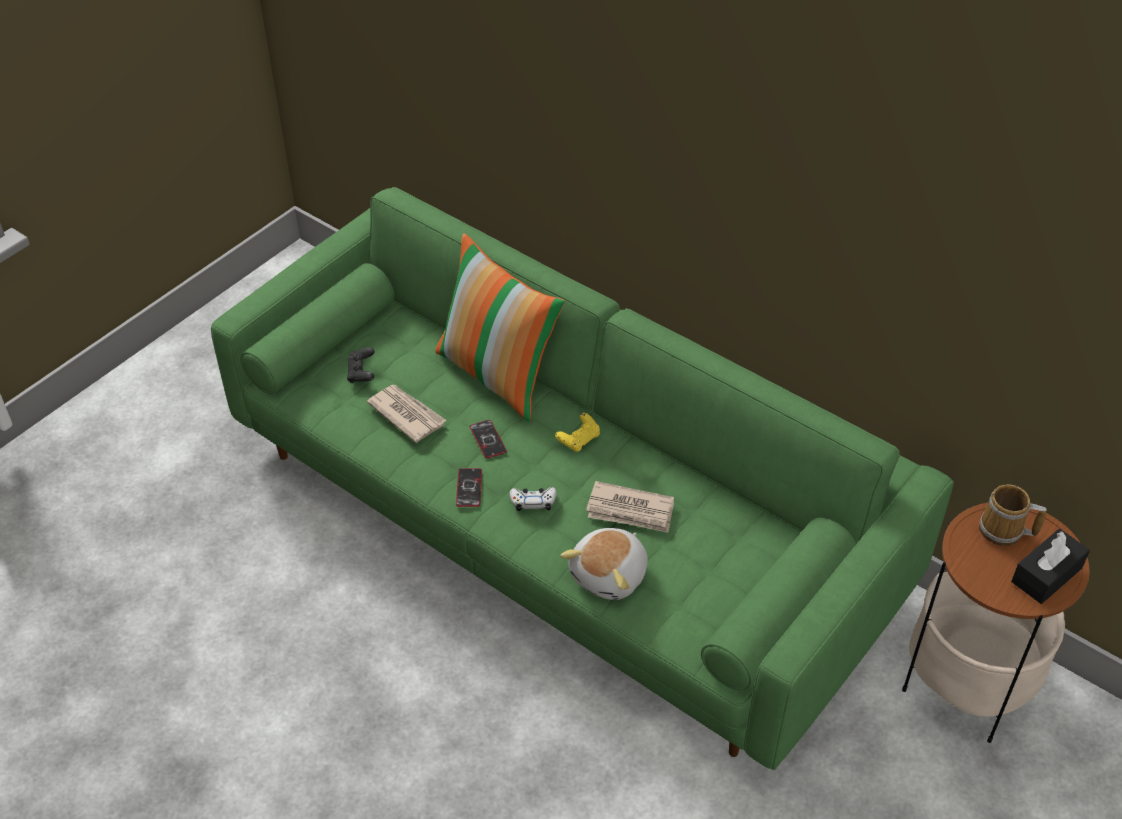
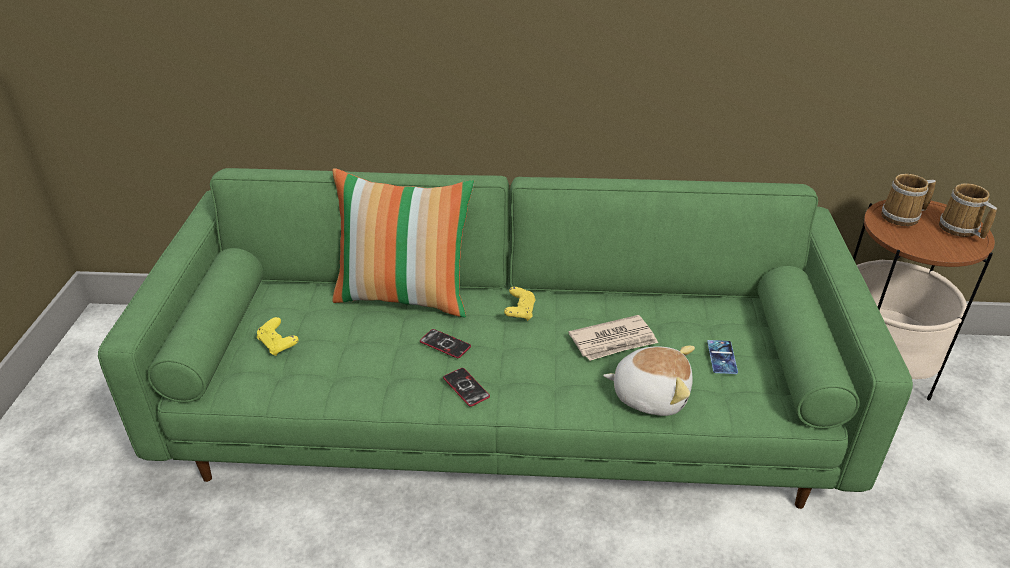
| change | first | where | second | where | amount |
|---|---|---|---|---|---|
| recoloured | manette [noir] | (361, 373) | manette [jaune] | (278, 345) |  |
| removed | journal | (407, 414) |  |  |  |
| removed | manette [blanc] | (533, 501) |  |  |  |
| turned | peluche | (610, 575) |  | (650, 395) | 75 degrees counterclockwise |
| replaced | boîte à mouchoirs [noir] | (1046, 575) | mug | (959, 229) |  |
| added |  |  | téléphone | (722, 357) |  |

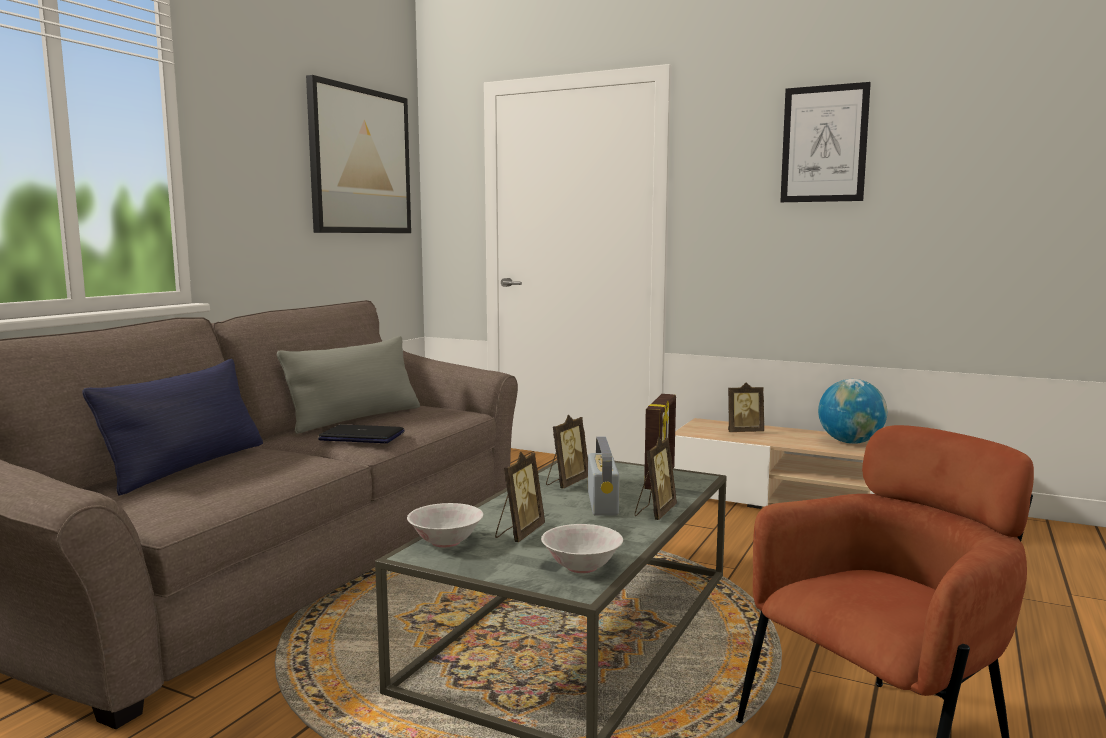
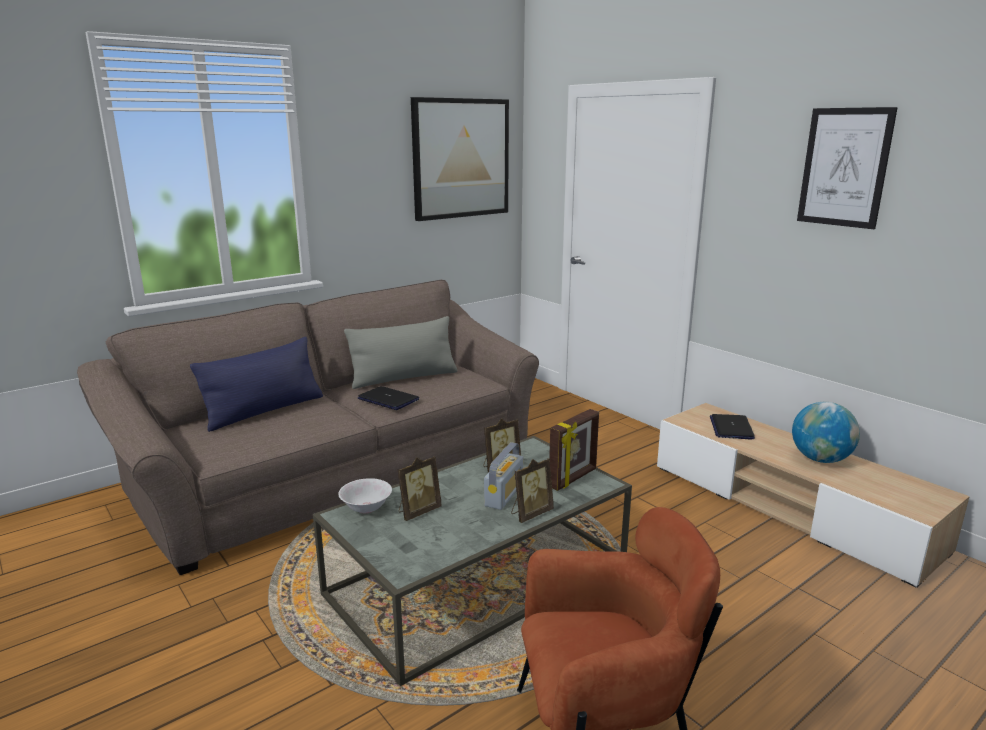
| change | first | where | second | where | amount |
|---|---|---|---|---|---|
| removed | bol [blanc] | (582, 567) |  |  |  |
| replaced | cadre photo | (743, 432) | ordinateur portable | (731, 428) |  |

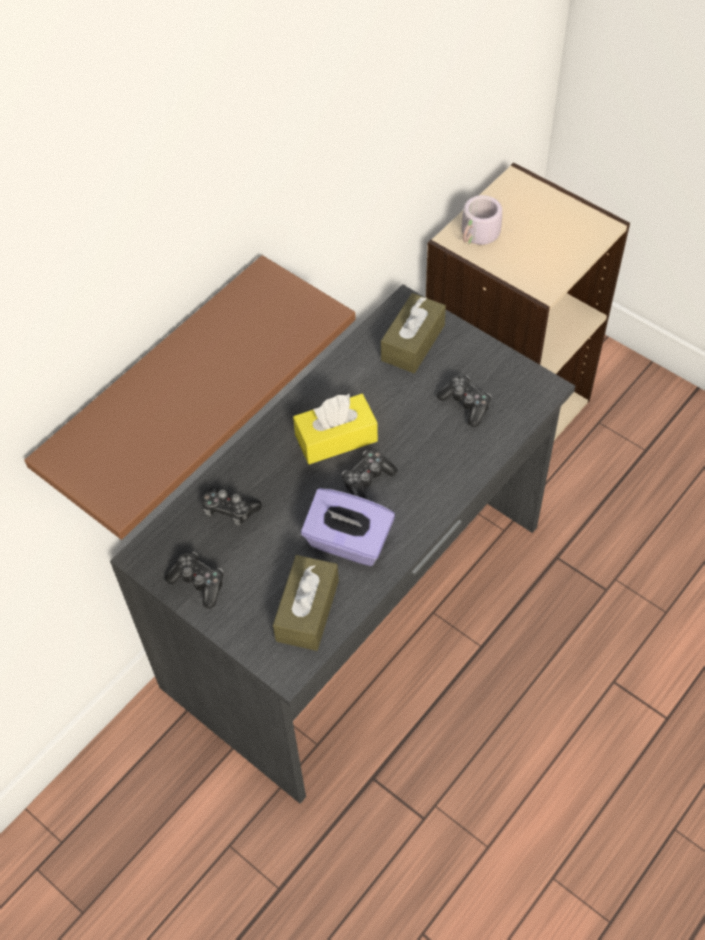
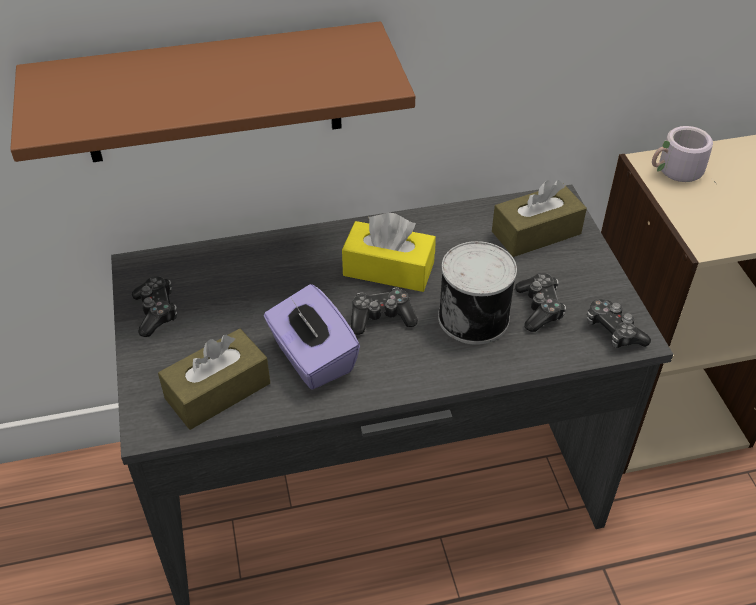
| change | first | where | second | where | amount |
|---|---|---|---|---|---|
| moved | manette | (229, 510) |  | (613, 331) |  |
| added |  |  | boîte métallique | (475, 317) |  |

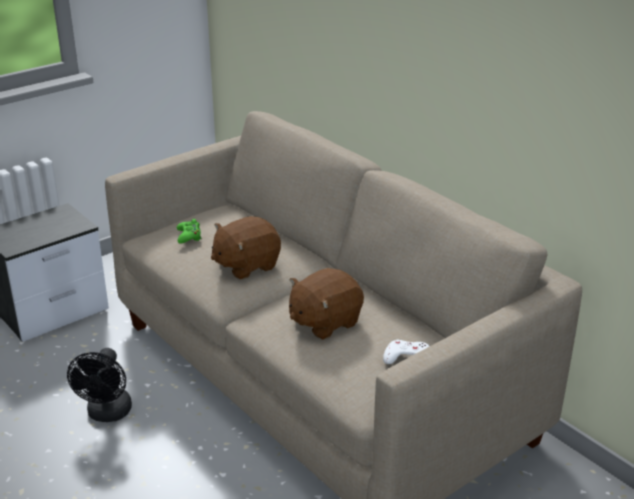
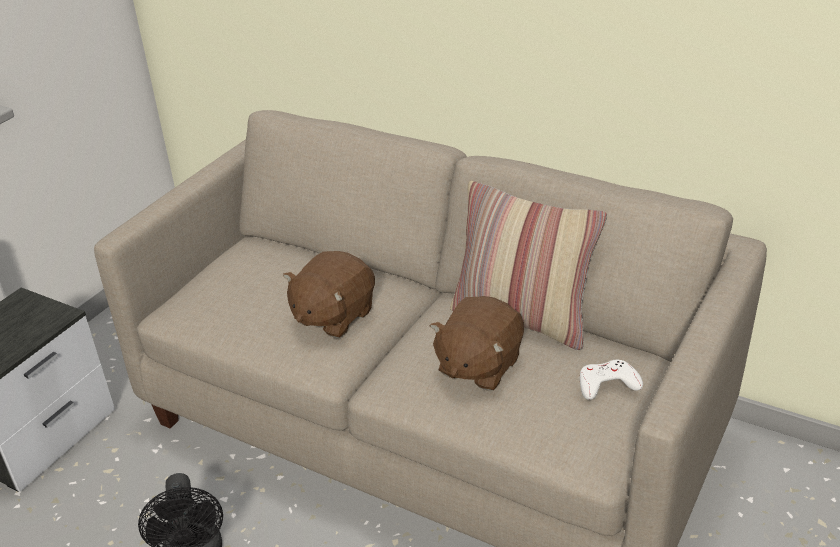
| change | first | where | second | where | amount |
|---|---|---|---|---|---|
| removed | manette [vert] | (189, 236) |  |  |  |
| added |  |  | coussin | (522, 318) |  |

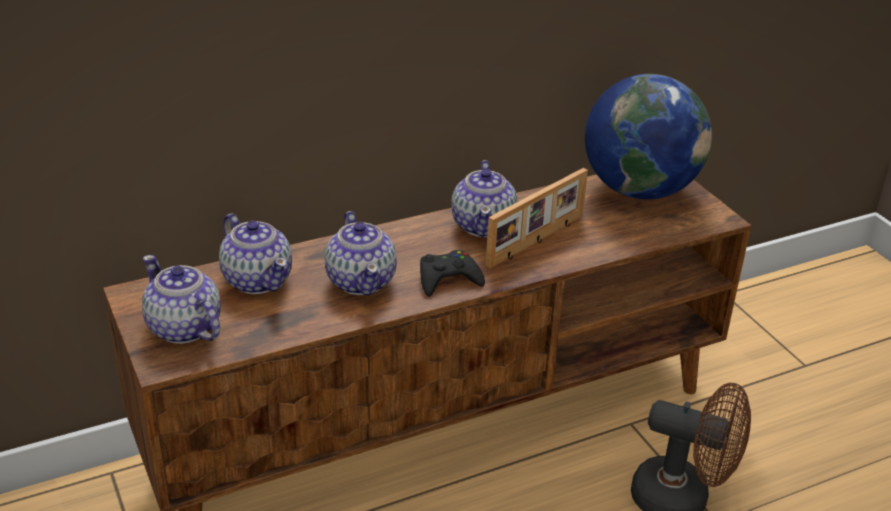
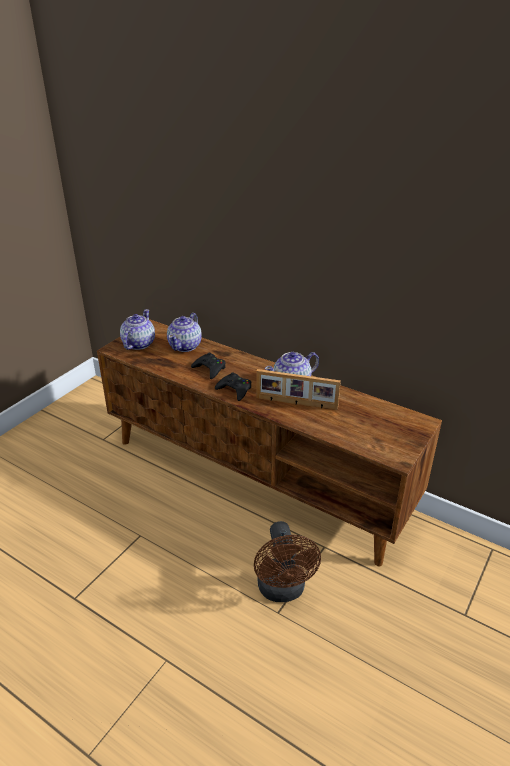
| change | first | where | second | where | amount |
|---|---|---|---|---|---|
| replaced | théière | (361, 281) | manette [noir] | (210, 369) |  |
| removed | globe | (639, 190) |  |  |  |

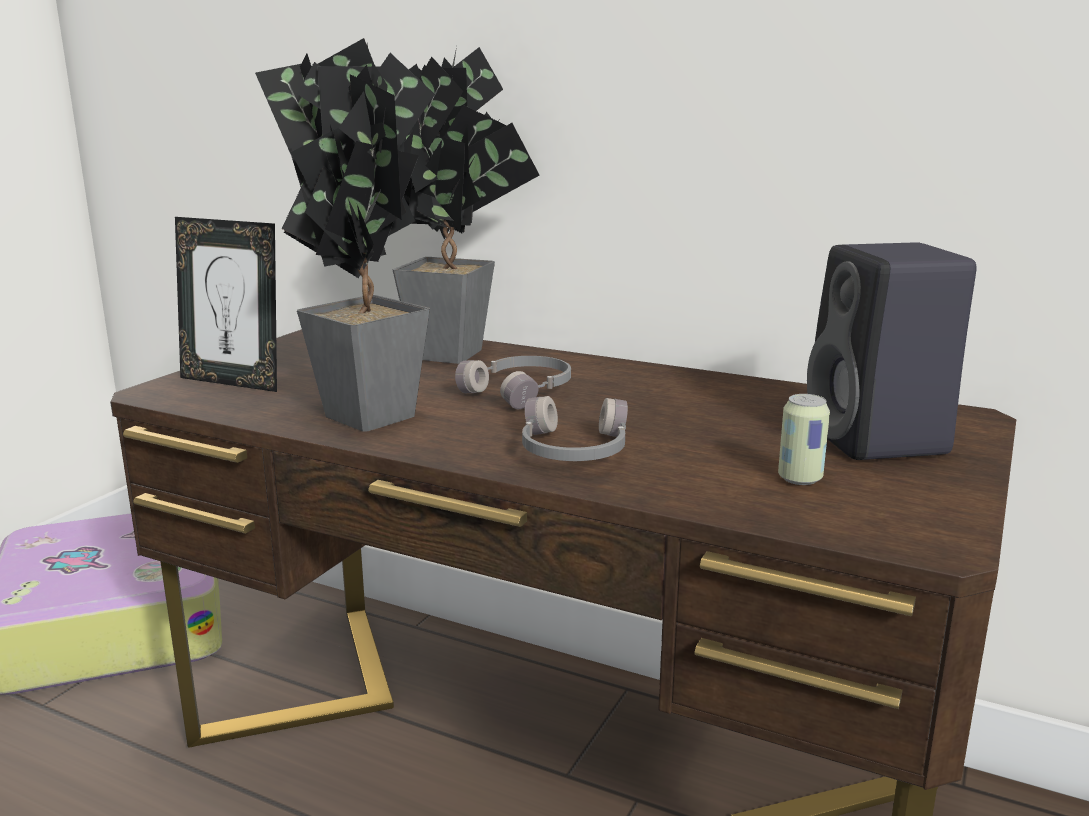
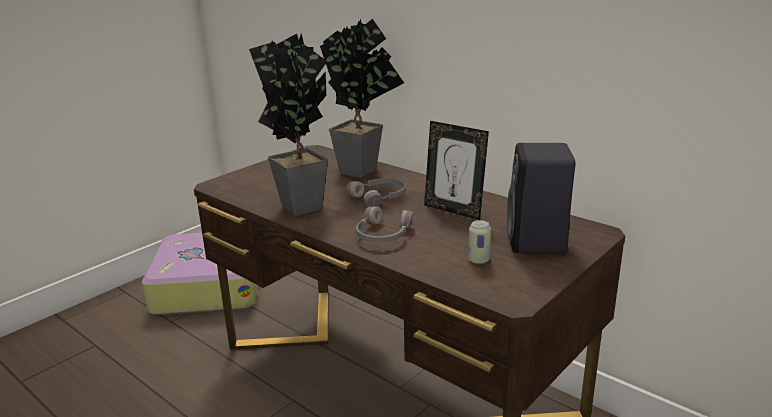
| change | first | where | second | where | amount |
|---|---|---|---|---|---|
| moved | cadre photo | (234, 382) |  | (454, 210) |  |

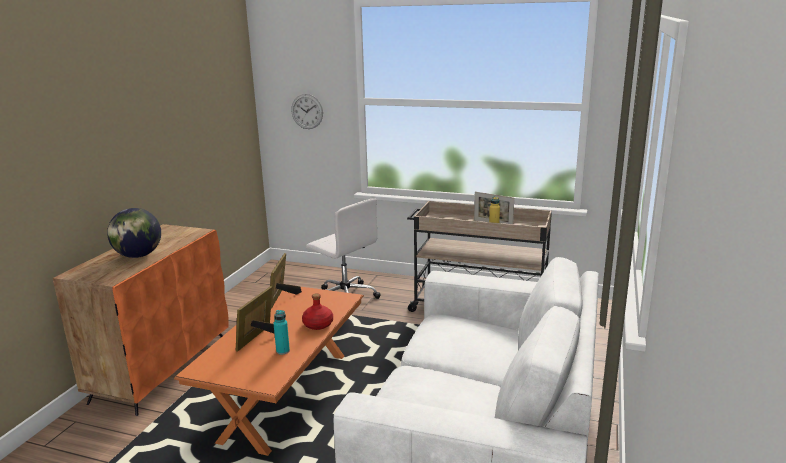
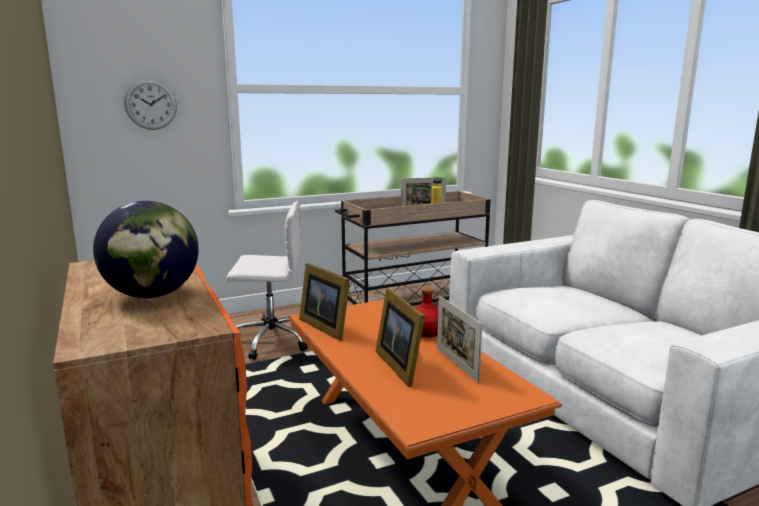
| change | first | where | second | where | amount |
|---|---|---|---|---|---|
| replaced | bouteille [turquoise] | (283, 351) | cadre photo | (456, 364) |  |

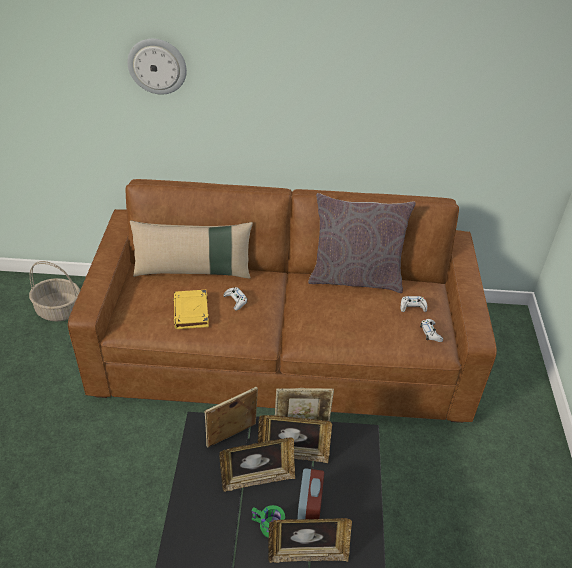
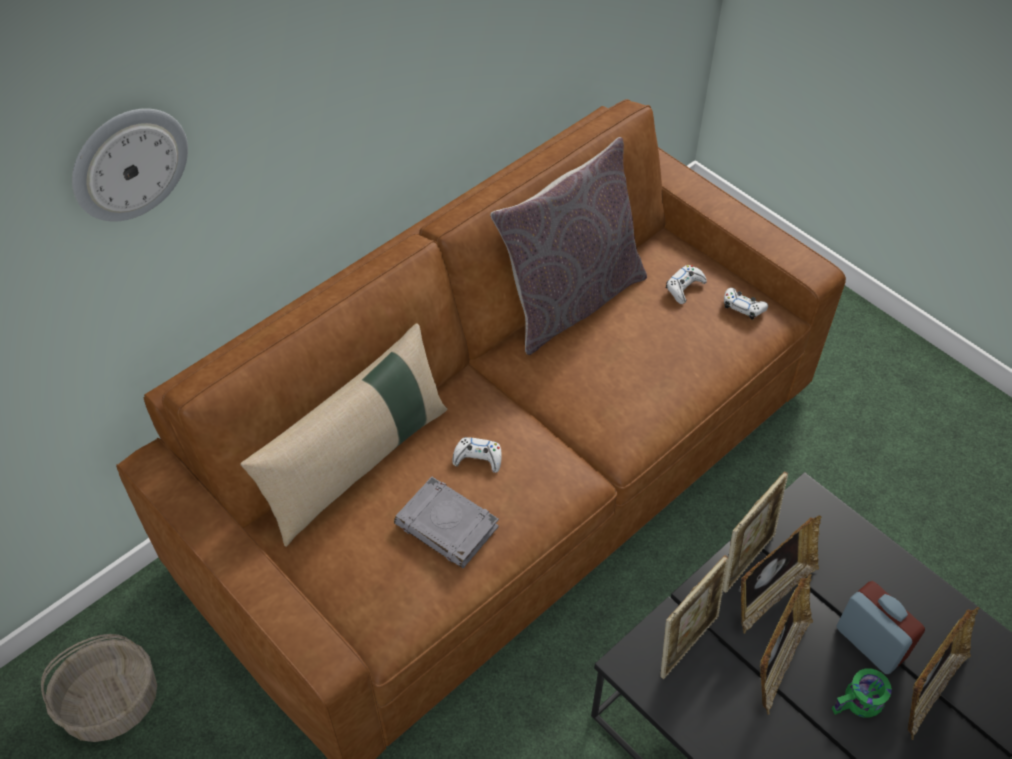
| change | first | where | second | where | amount |
|---|---|---|---|---|---|
| recoloured | livre [jaune] | (191, 312) | livre [gris] | (448, 526) |  |
| turned | cadre photo | (232, 437) |  | (686, 642) | 150 degrees counterclockwise |

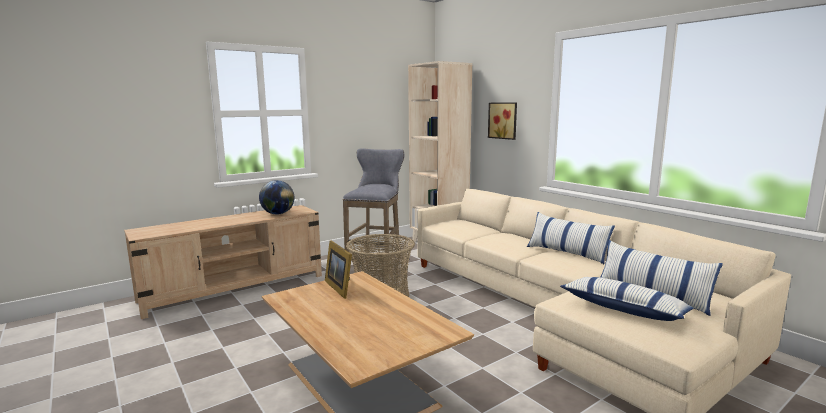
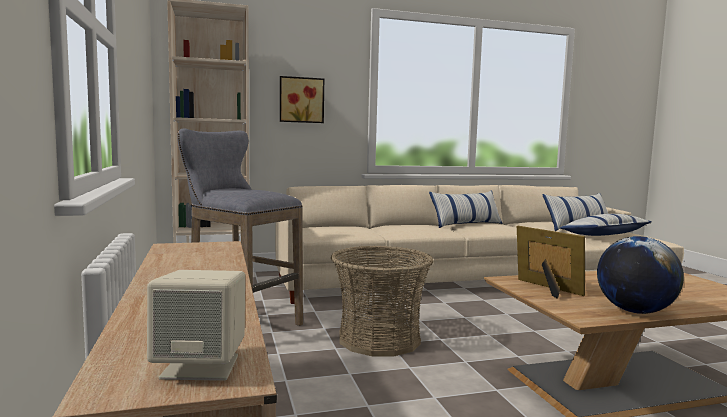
| change | first | where | second | where | amount |
|---|---|---|---|---|---|
| moved | globe | (278, 214) |  | (635, 311) |  |
| turned | cadre photo | (340, 287) |  | (547, 289) | 120 degrees counterclockwise |
| added |  |  | enceinte [beige] | (202, 366) |  |

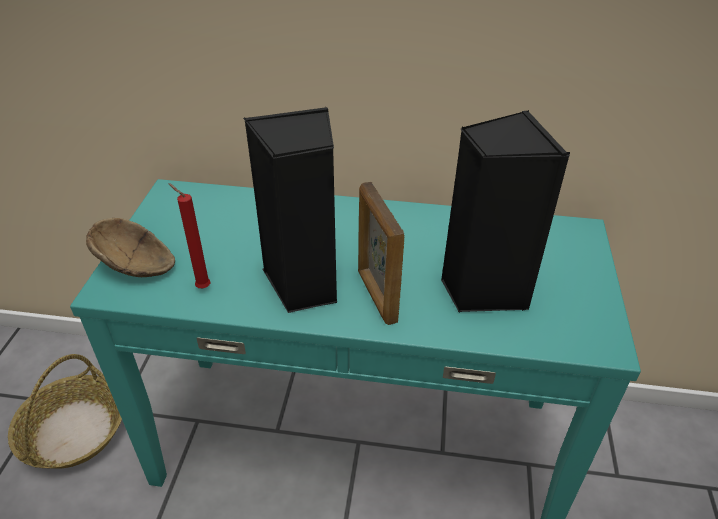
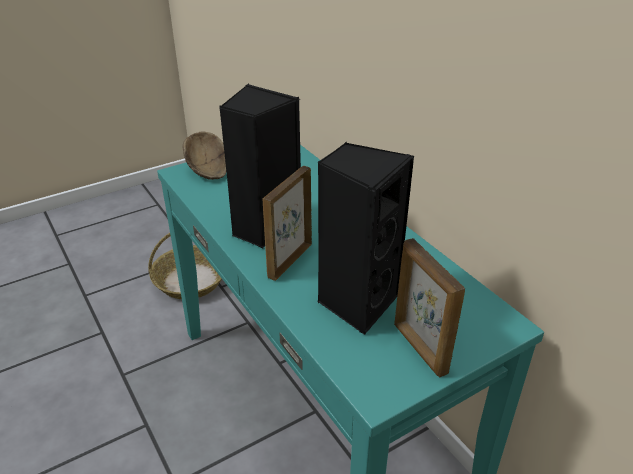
| change | first | where | second | where | amount |
|---|---|---|---|---|---|
| removed | bougie [rouge] | (201, 287) |  |  |  |
| added |  |  | cadre photo | (419, 348) |  |

